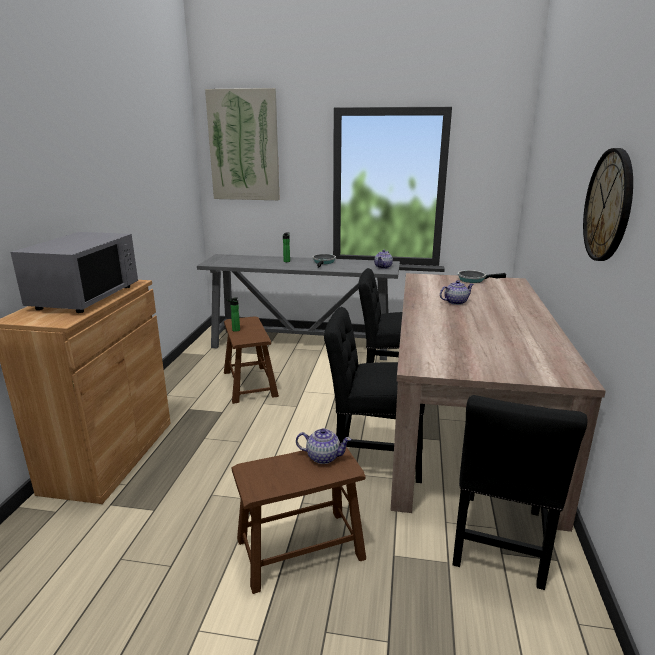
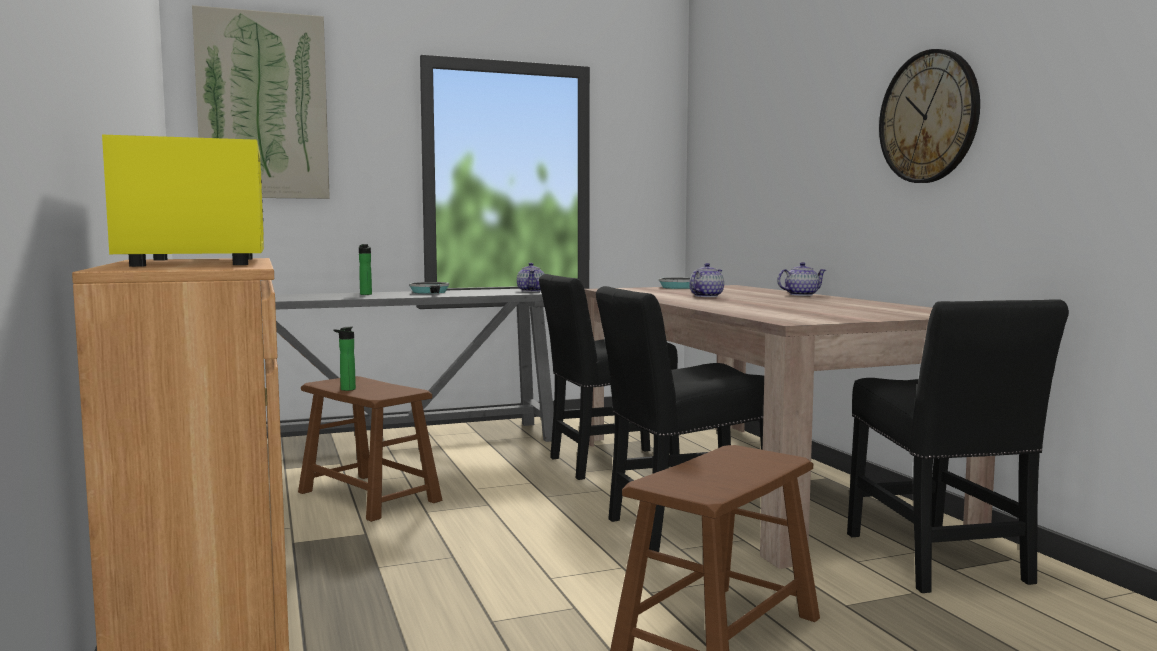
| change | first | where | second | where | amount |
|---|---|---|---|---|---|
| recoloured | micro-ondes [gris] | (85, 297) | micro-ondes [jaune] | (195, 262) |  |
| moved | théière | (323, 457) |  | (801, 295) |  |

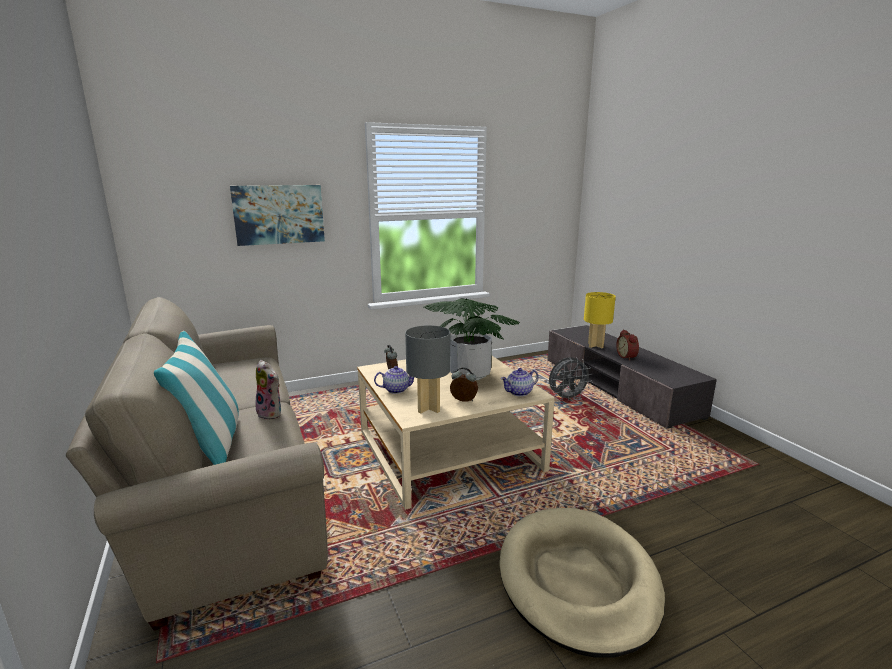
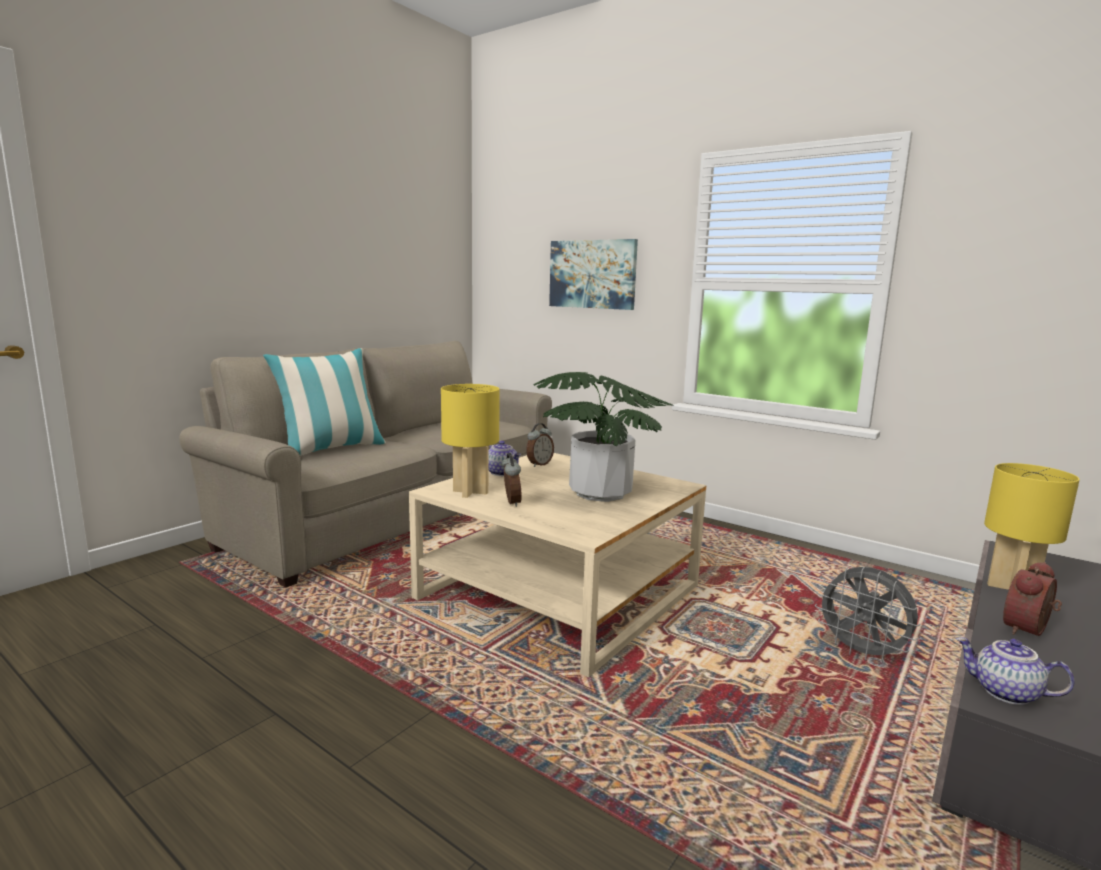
| change | first | where | second | where | amount |
|---|---|---|---|---|---|
| removed | peluche | (271, 413) |  |  |  |
| recoloured | lampe de table [gris] | (428, 408) | lampe de table [jaune] | (469, 492) |  |
| removed | panier pour chien [beige] | (577, 581) |  |  |  |
| moved | théière | (519, 393) |  | (1005, 693) |  |

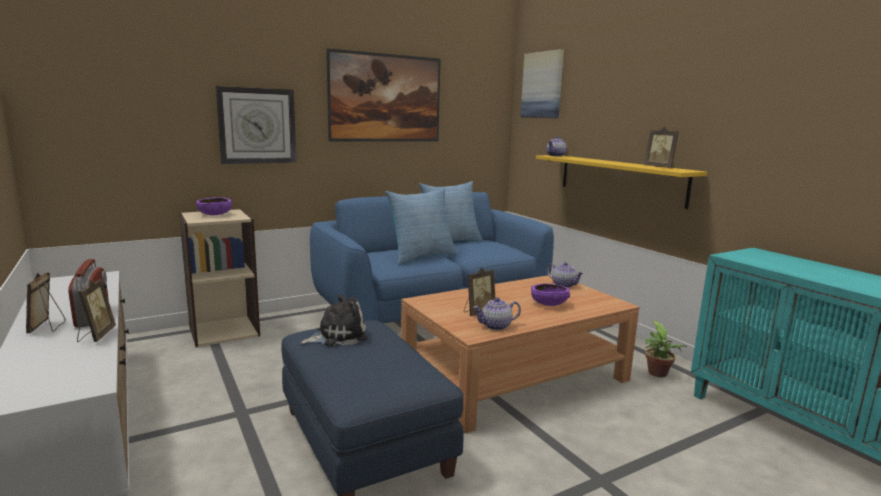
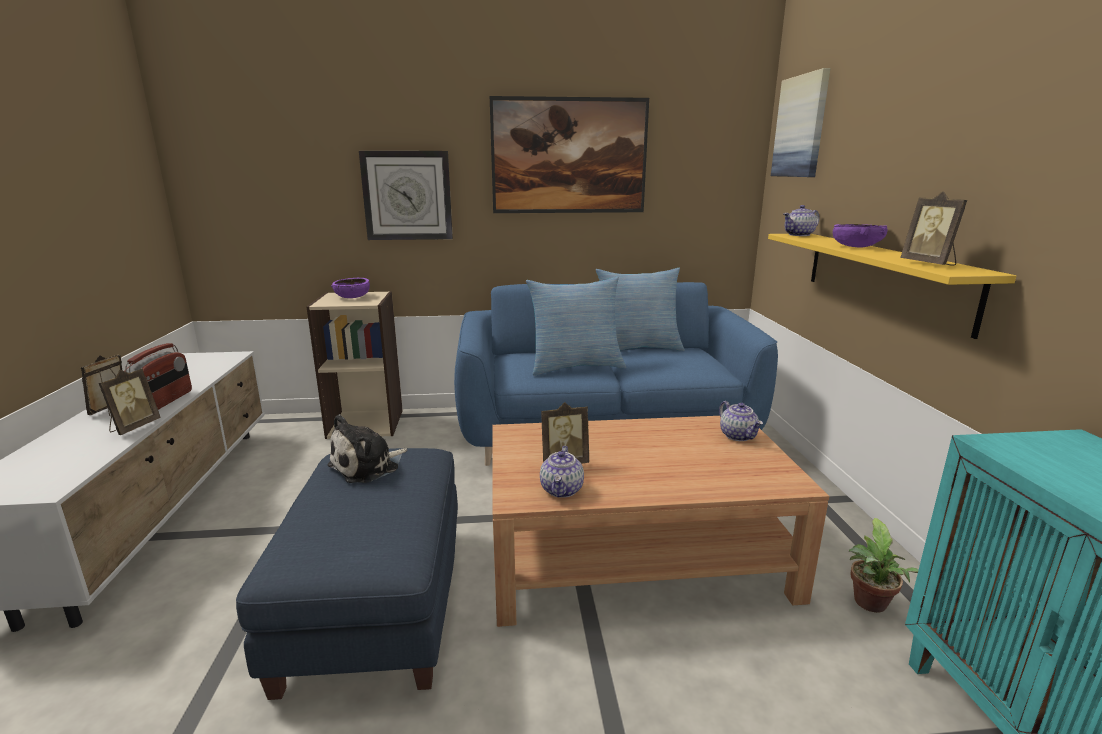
| change | first | where | second | where | amount |
|---|---|---|---|---|---|
| turned | peluche | (338, 336) |  | (368, 466) | 135 degrees clockwise |
| turned | théière | (496, 326) |  | (562, 490) | 90 degrees counterclockwise |
| moved | bol [violet] | (549, 304) |  | (857, 247) |  |

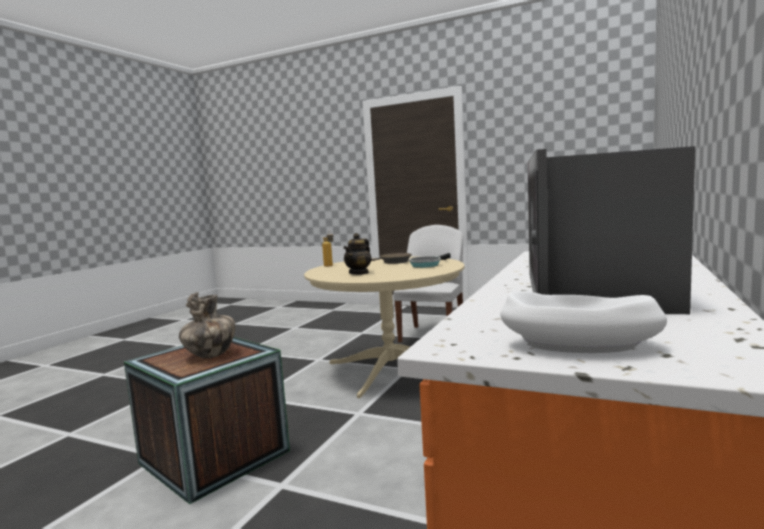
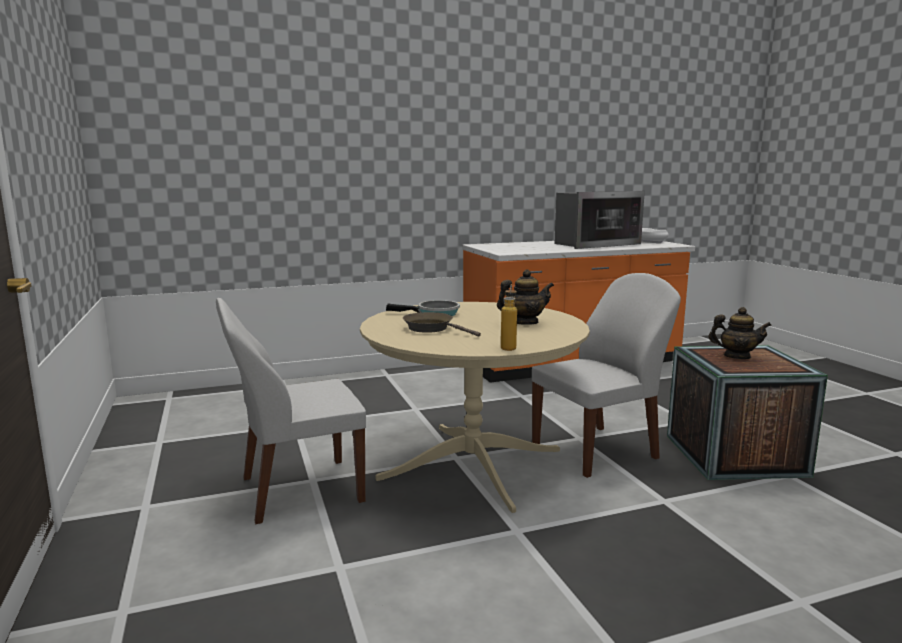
| change | first | where | second | where | amount |
|---|---|---|---|---|---|
| replaced | vase | (211, 355) | théière | (737, 356) |  |
| added |  |  | chaise [blanc] | (597, 450) |  |

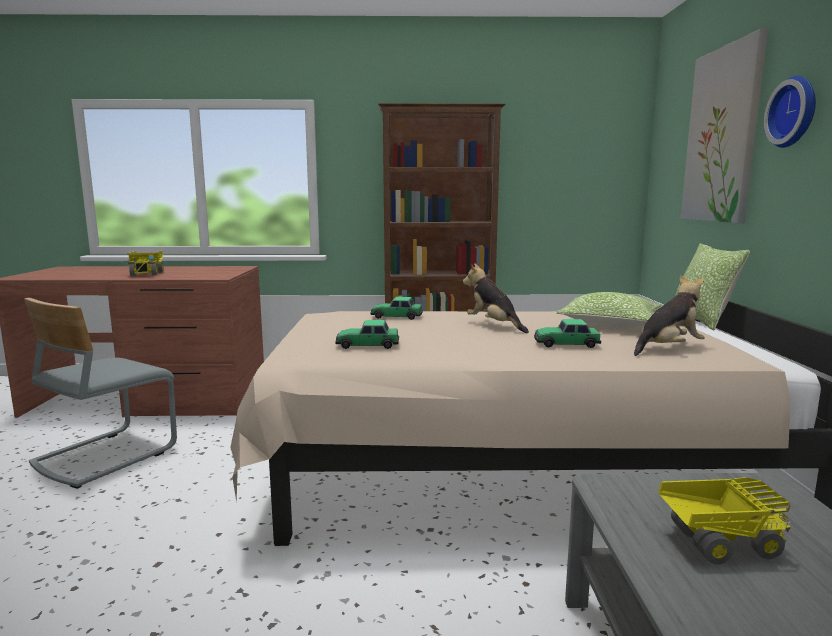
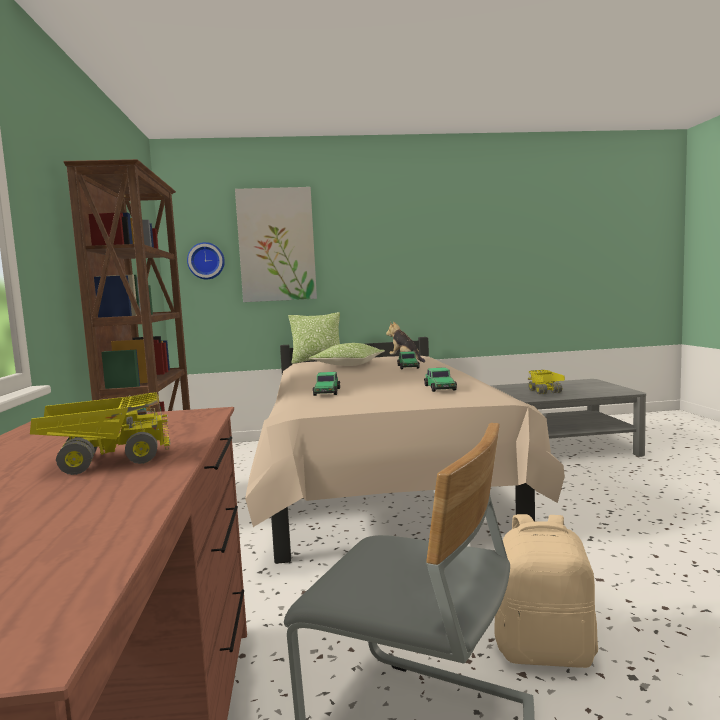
| change | first | where | second | where | amount |
|---|---|---|---|---|---|
| removed | peluche | (493, 325) |  |  |  |
| moved | horloge murale | (795, 112) |  | (206, 261) |  |
| added |  |  | sac à dos [beige] | (545, 650) |  |

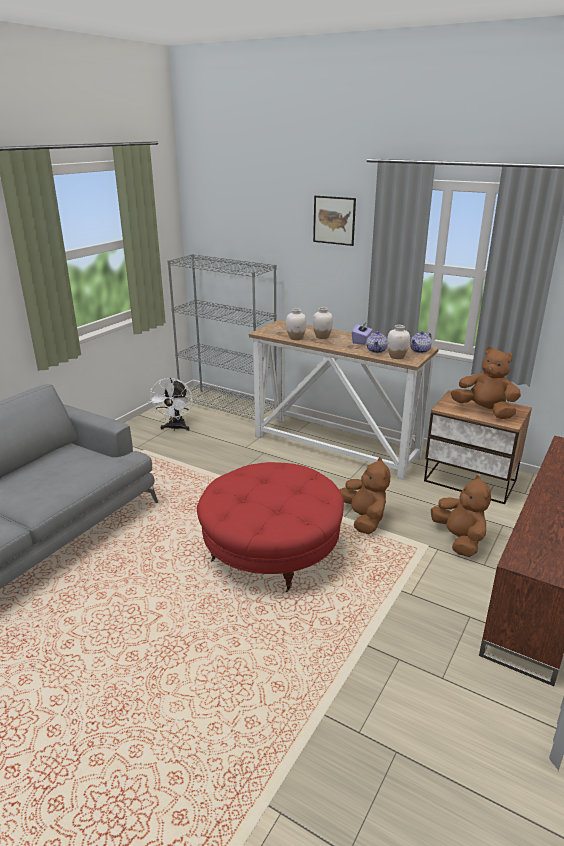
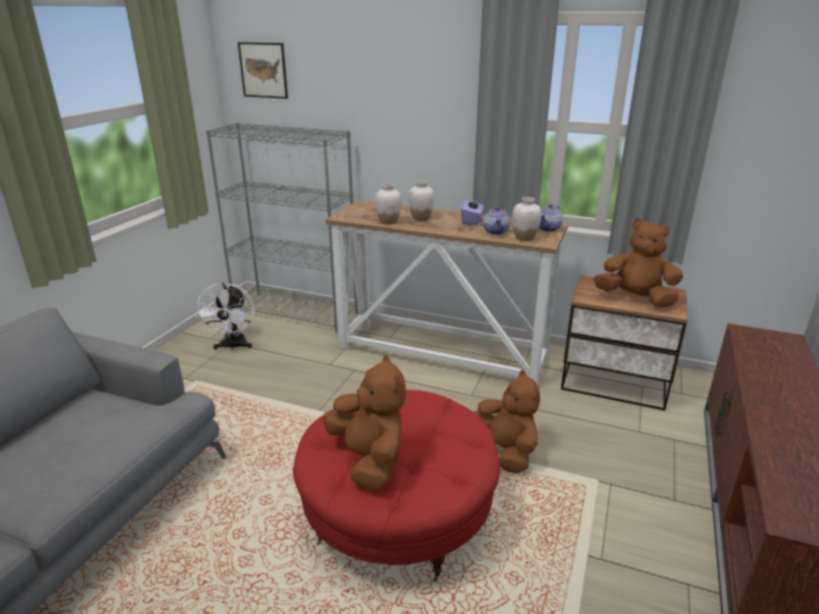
| change | first | where | second | where | amount |
|---|---|---|---|---|---|
| moved | tableau | (334, 220) |  | (263, 70) |  |
| moved | peluche [marron] | (459, 540) |  | (369, 460) |  |

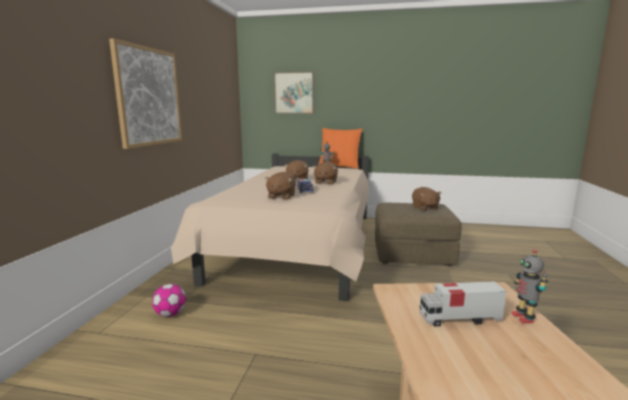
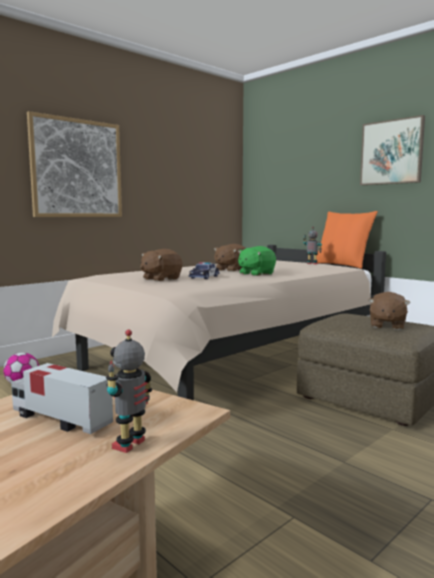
| change | first | where | second | where | amount |
|---|---|---|---|---|---|
| moved | tableau | (294, 93) |  | (391, 152) |  |
| recoloured | peluche [marron] | (325, 182) | peluche [vert] | (256, 274) |  |

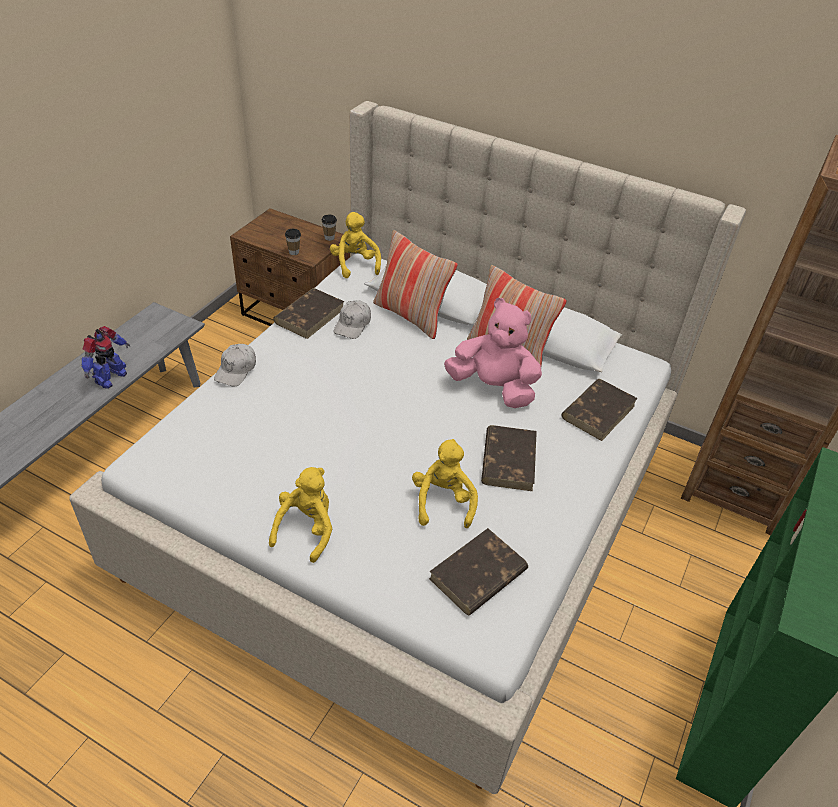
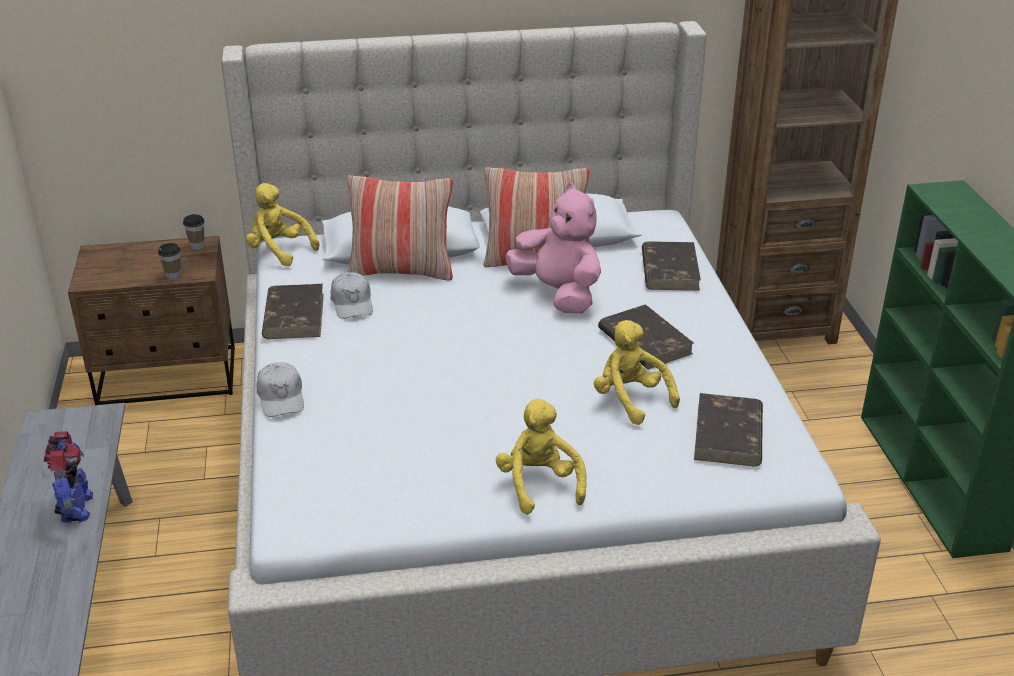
| change | first | where | second | where | amount |
|---|---|---|---|---|---|
| turned | peluche [rose] | (493, 388) |  | (558, 294) | 60 degrees clockwise |

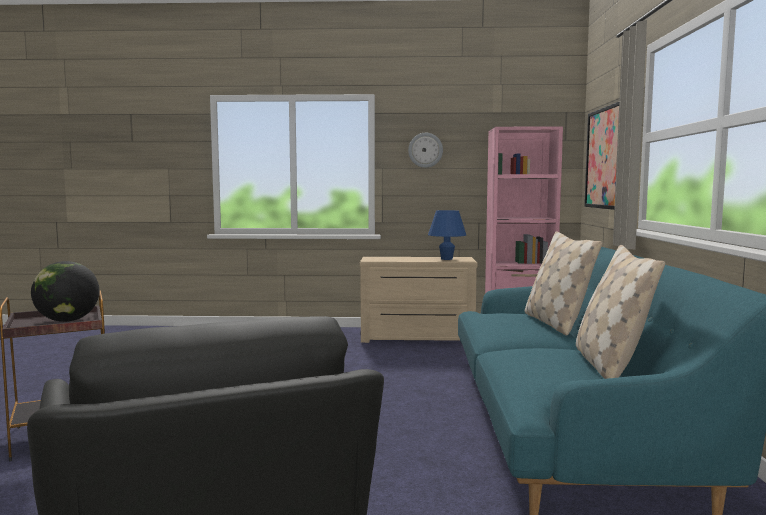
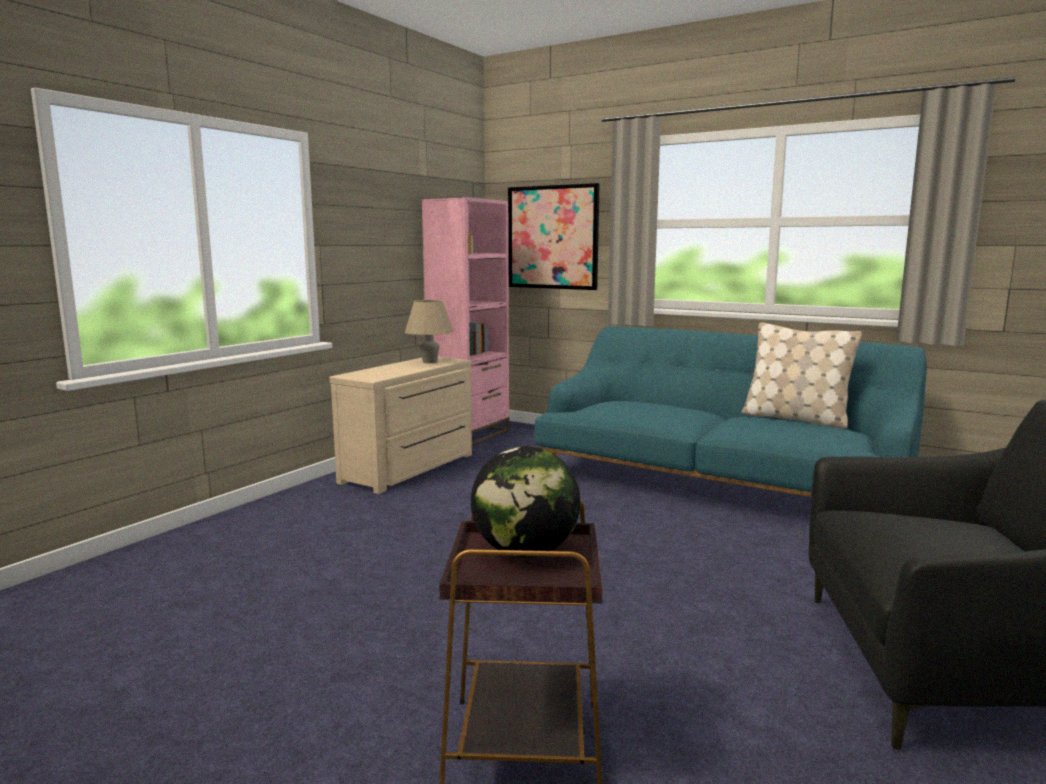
| change | first | where | second | where | amount |
|---|---|---|---|---|---|
| removed | horloge murale | (425, 150) |  |  |  |
| recoloured | lampe de table [bleu] | (446, 259) | lampe de table [beige] | (429, 362) |  |
| removed | coussin [beige] | (556, 323) |  |  |  |

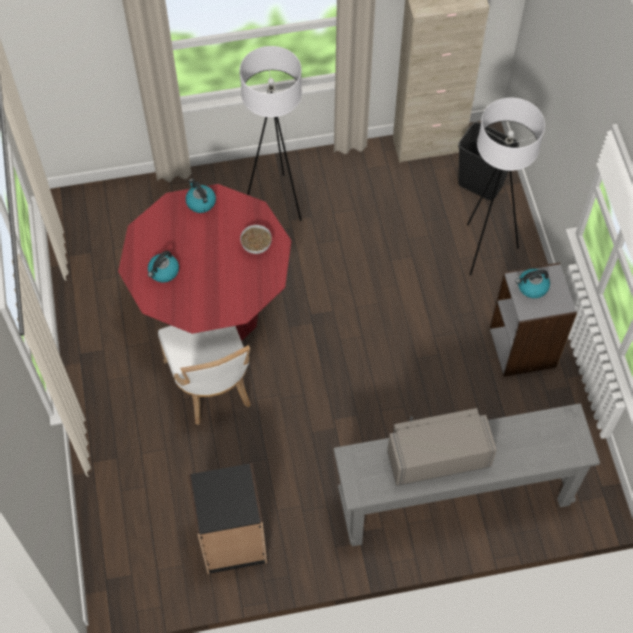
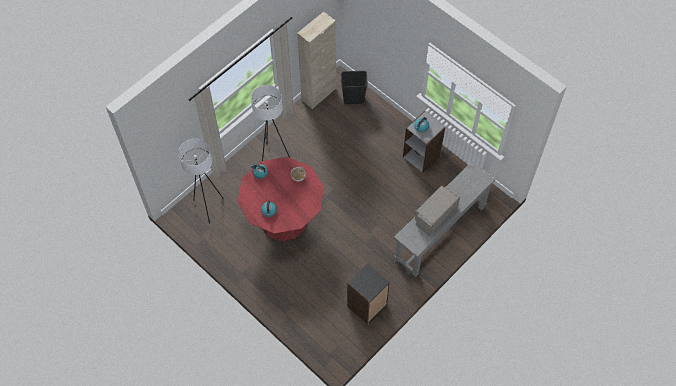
| change | first | where | second | where | amount |
|---|---|---|---|---|---|
| removed | chaise [blanc] | (211, 385) |  |  |  |
| moved | lampadaire [blanc] | (484, 249) |  | (208, 208) |  |

